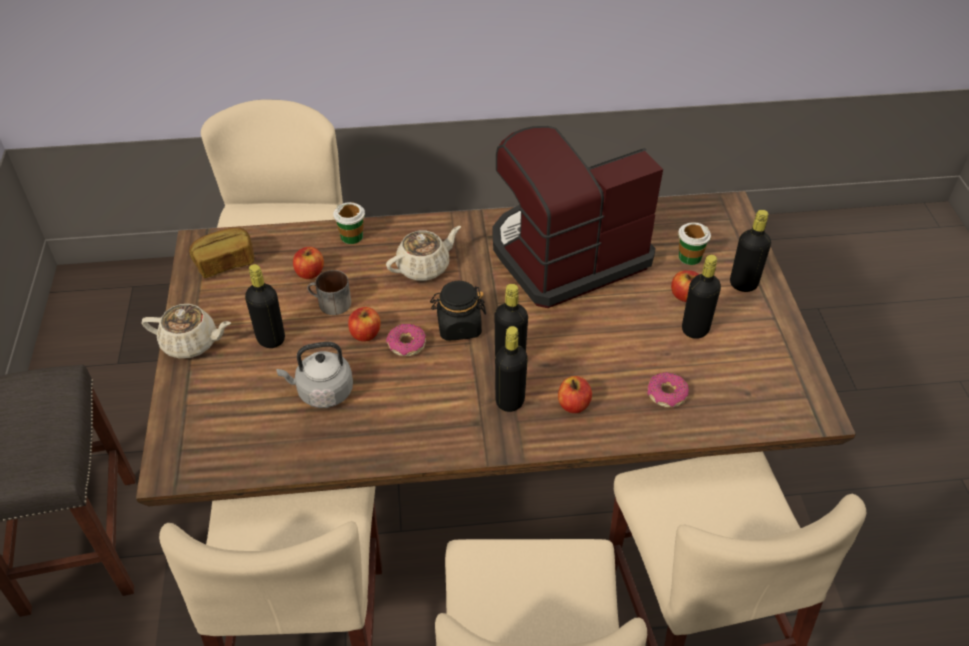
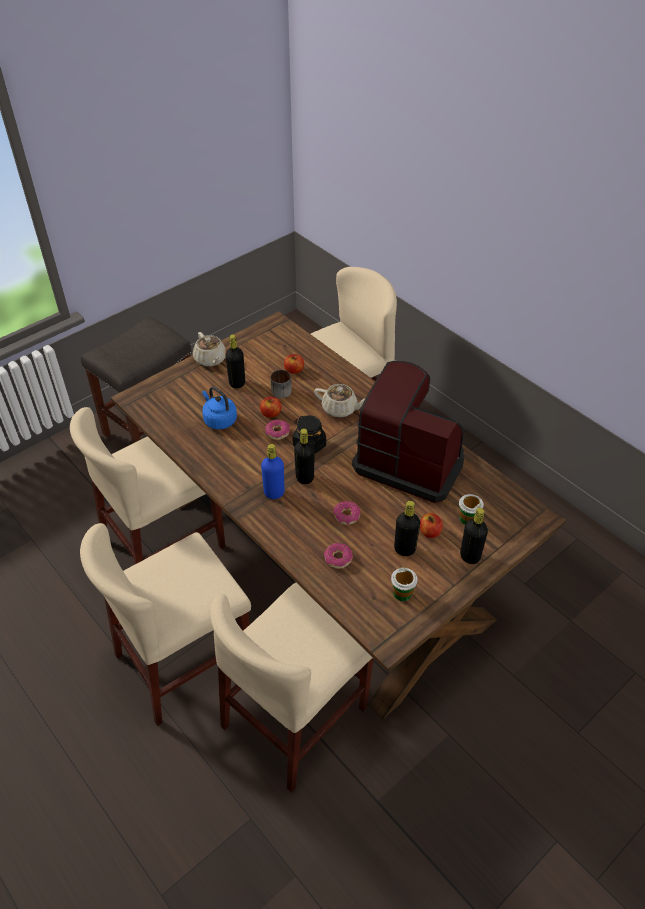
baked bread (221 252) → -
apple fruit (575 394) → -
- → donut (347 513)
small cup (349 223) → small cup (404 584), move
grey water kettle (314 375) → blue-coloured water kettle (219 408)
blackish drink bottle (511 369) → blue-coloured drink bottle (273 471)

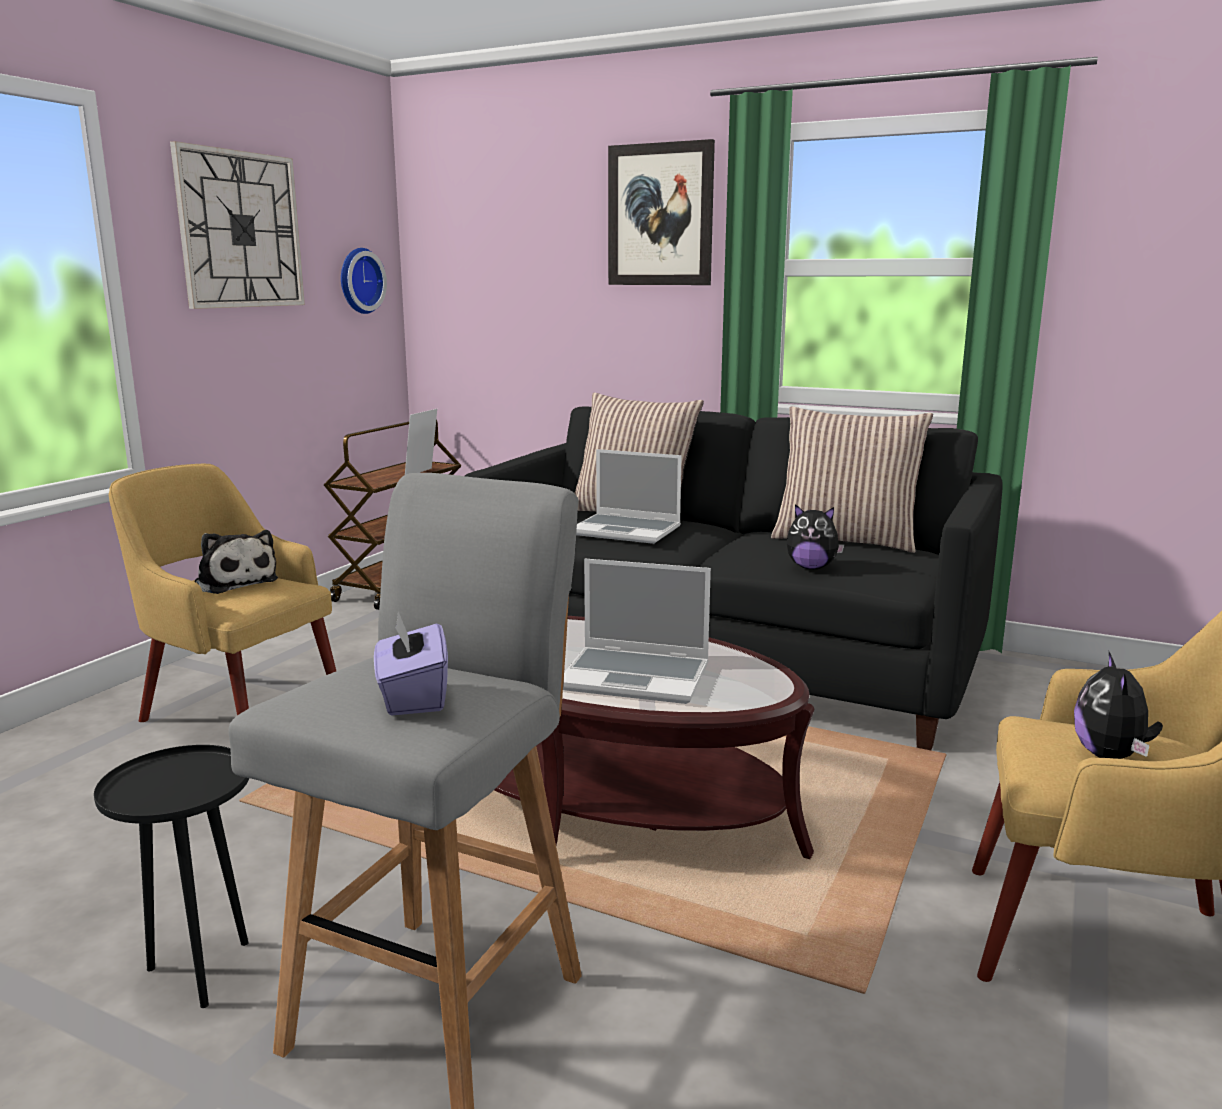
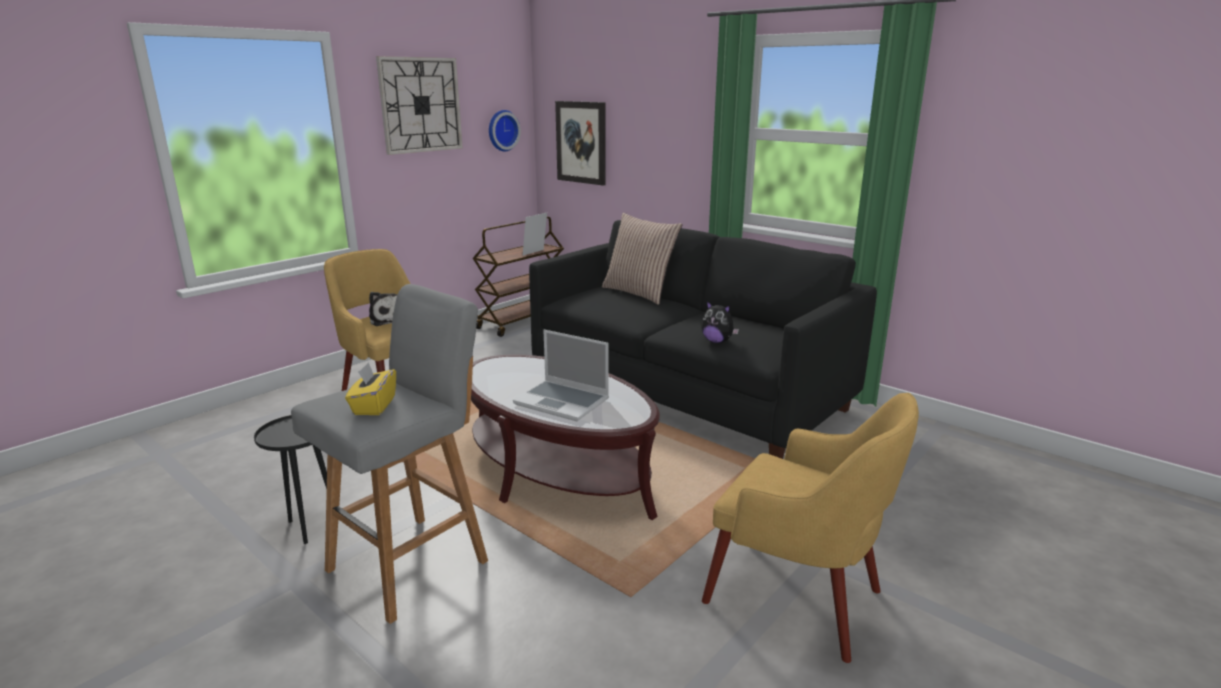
laptop (629 496) → -
pillow (852 479) → -
plush toy (1118 705) → -
wall art (661 212) → wall art (580 143), move
purplish tissue holder (411 664) → yellow-coloured tissue holder (370 388)

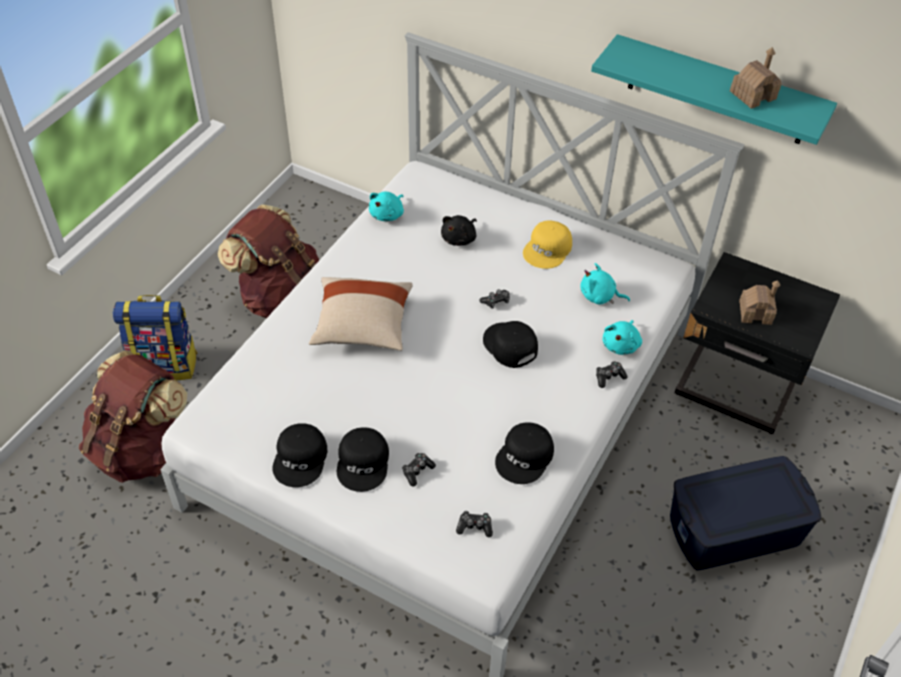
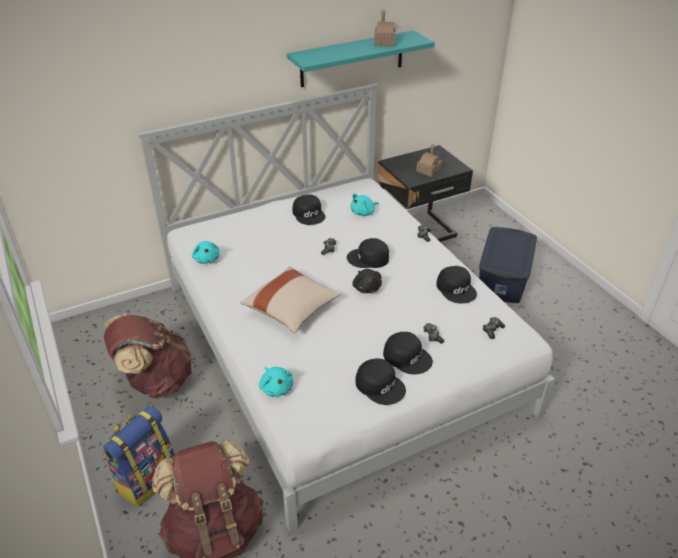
blackish plush toy (459 230) → blackish plush toy (367 281), move
blue-green plush toy (622 337) → blue-green plush toy (276 382), move
yellow-coloured cap (547 244) → blackish cap (309 209)

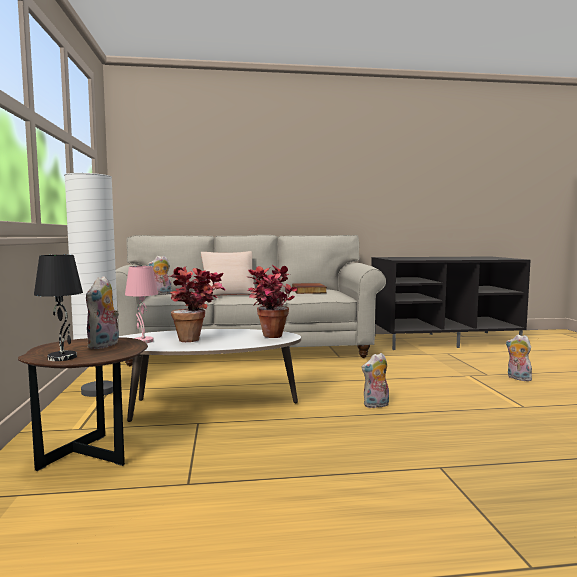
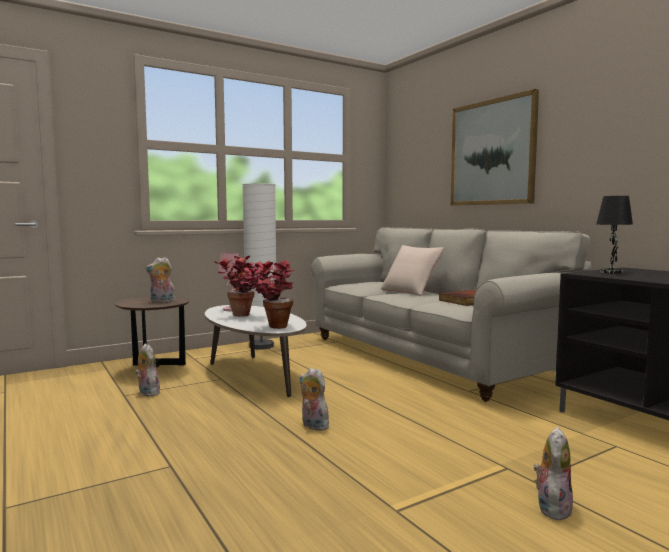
- → wall art (495 147)
blackish lamp for a table (58 308) → blackish lamp for a table (614 235), move
plush toy (159 275) → plush toy (147 370), move

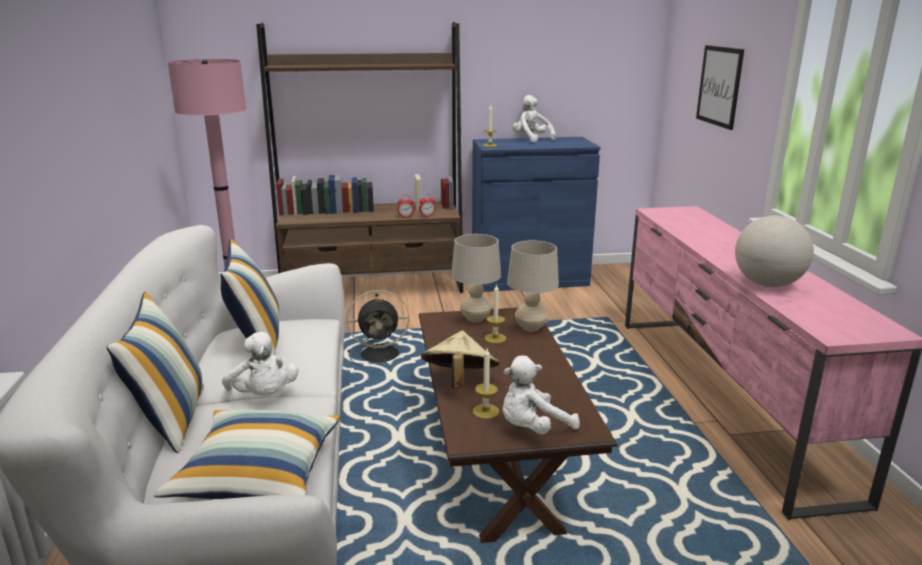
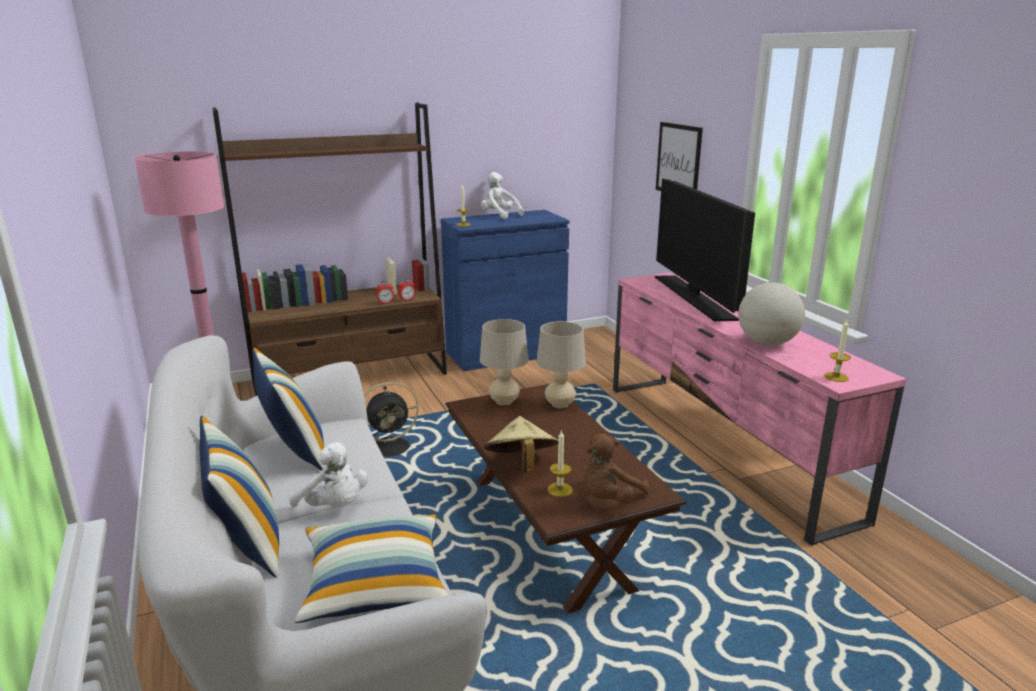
- → TV (705 249)
candle (495 313) → candle (837 351), move
whitish plush toy (541 395) → brownish plush toy (617 468)

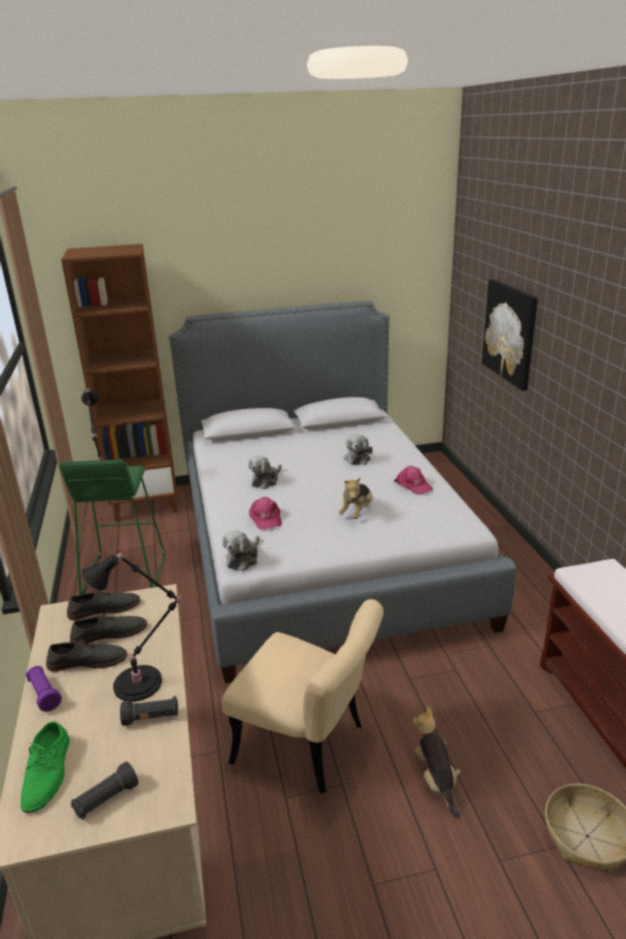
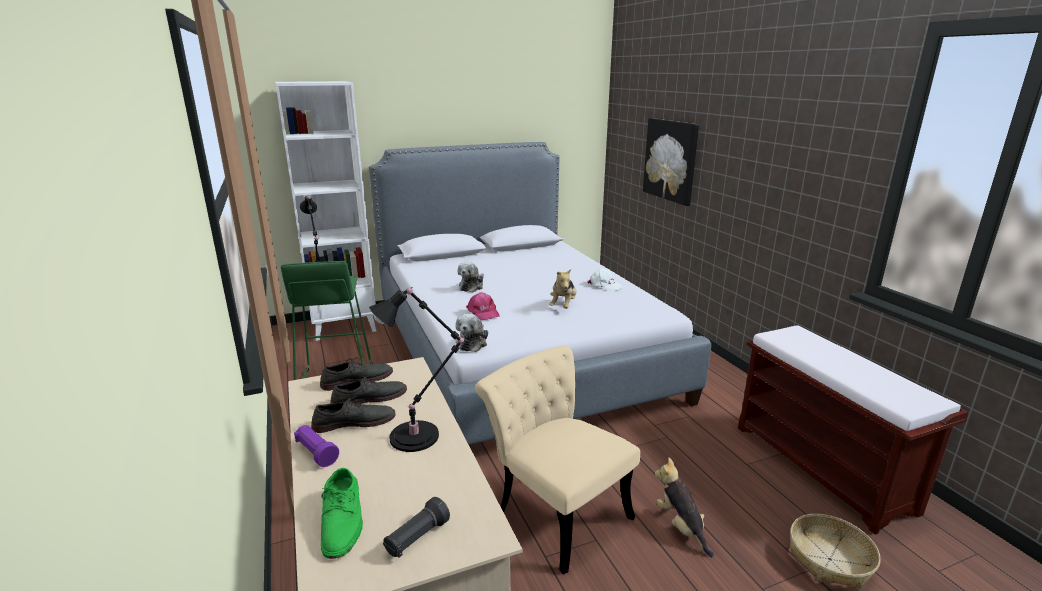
blackish torch (149 711) → -
plush toy (358 449) → -
brownish bookshelf (119 383) → whitish bookshelf (325 211)
pinkish cap (413 480) → whitish cap (605 279)
beige-coloured plain chair (303 696) → beige-coloured plain chair (557 459), 150 degrees counterclockwise

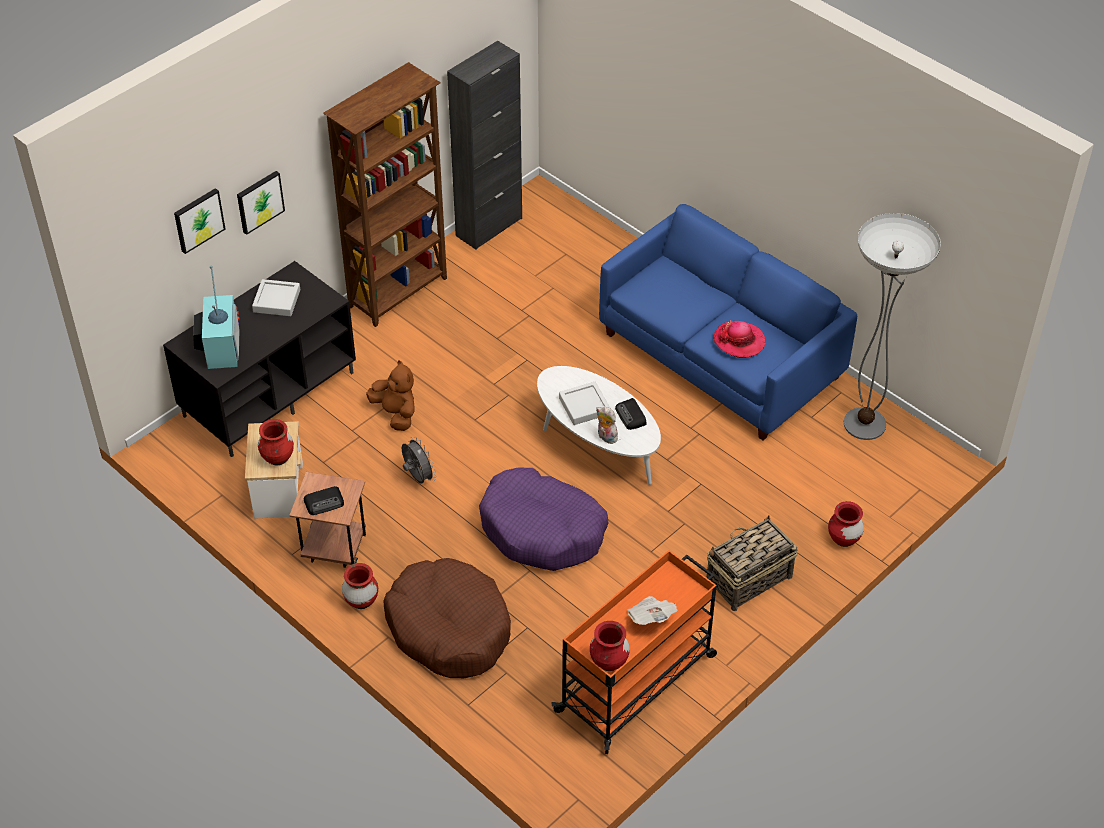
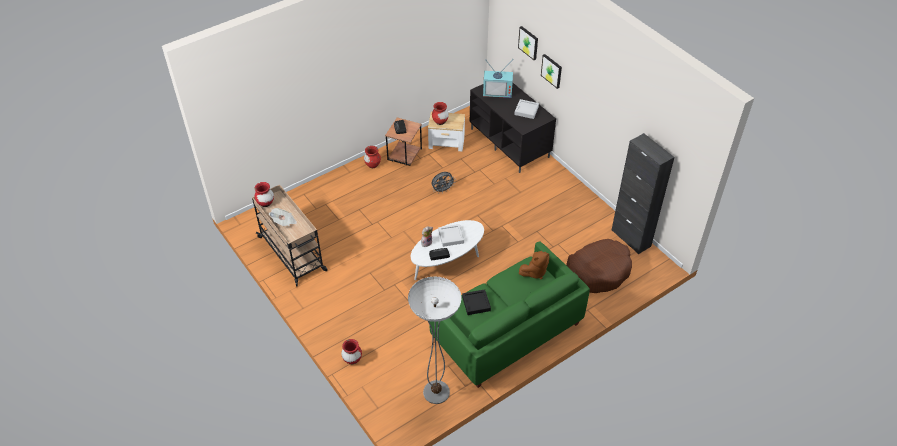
brownish bookshelf (385 194) → -
purplish pet bed (544 519) → -
storage basket (752 563) → -
brownish plush toy (390 395) → brownish plush toy (534 265), move
brownish pet bed (447 618) → brownish pet bed (599 266), move
hat (739 339) → blackish serving tray (476 302)
orange-coloured trolley (634 652) → beige-coloured trolley (290 236)
blue-coloured couch (728 322) → greenish couch (510 314)

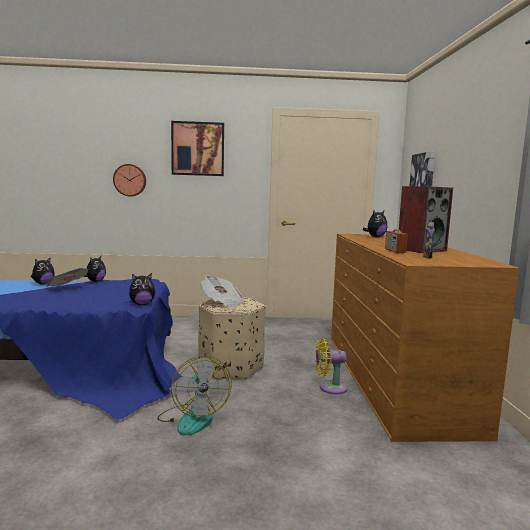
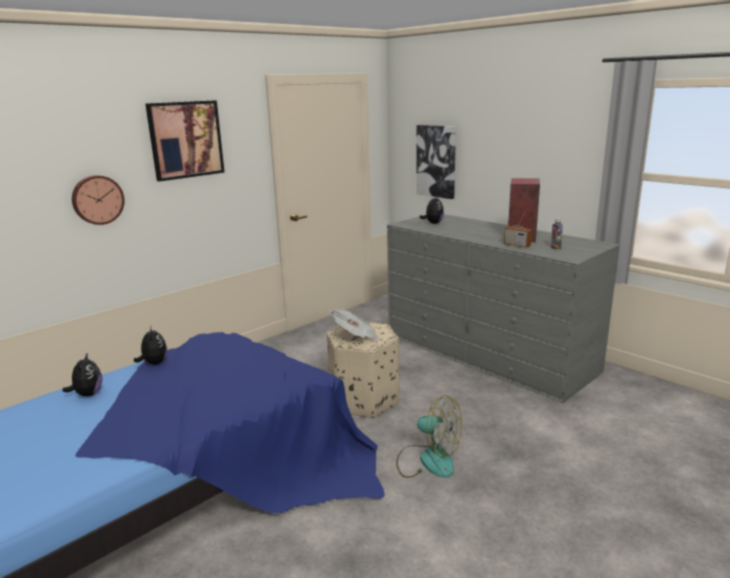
newspaper (68 277) → -
plush toy (142 289) → -
yellow-coloured electric fan (331 366) → -
brownish drawer chest (425 338) → grey drawer chest (503 308)

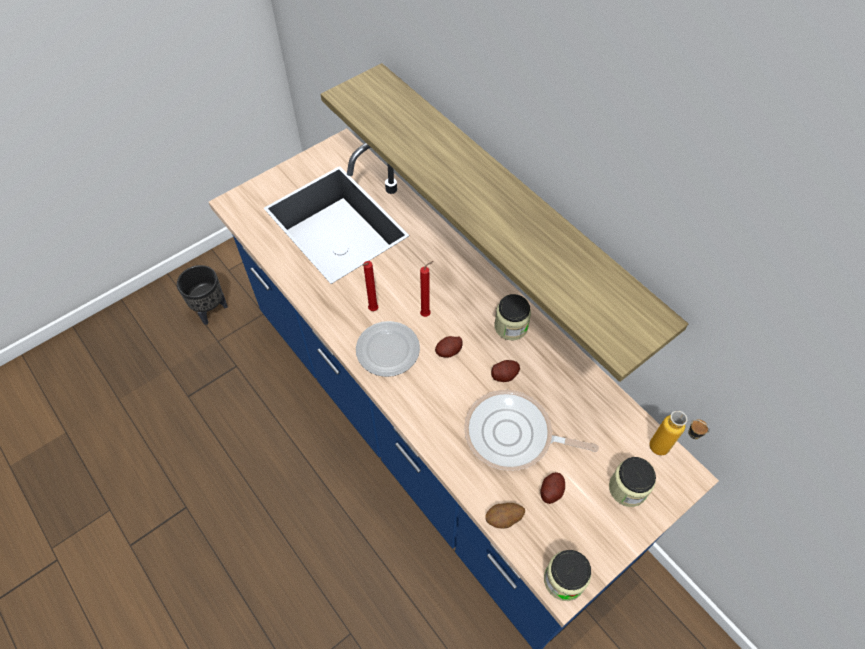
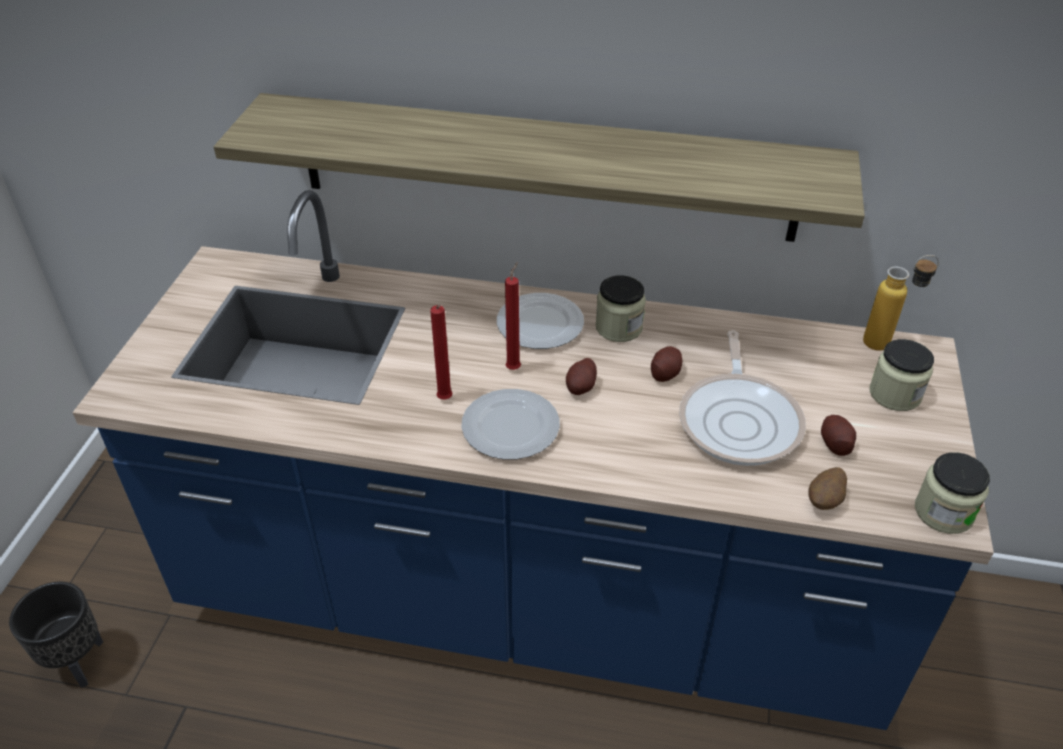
- → dinner plate (540 321)
skillet (531 430) → skillet (742 398), 60 degrees counterclockwise

